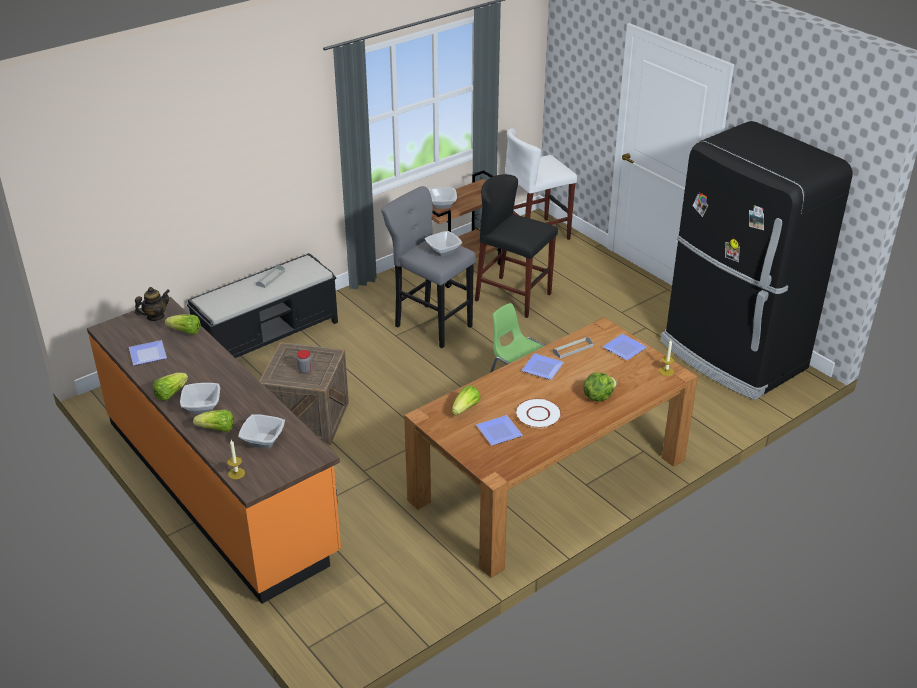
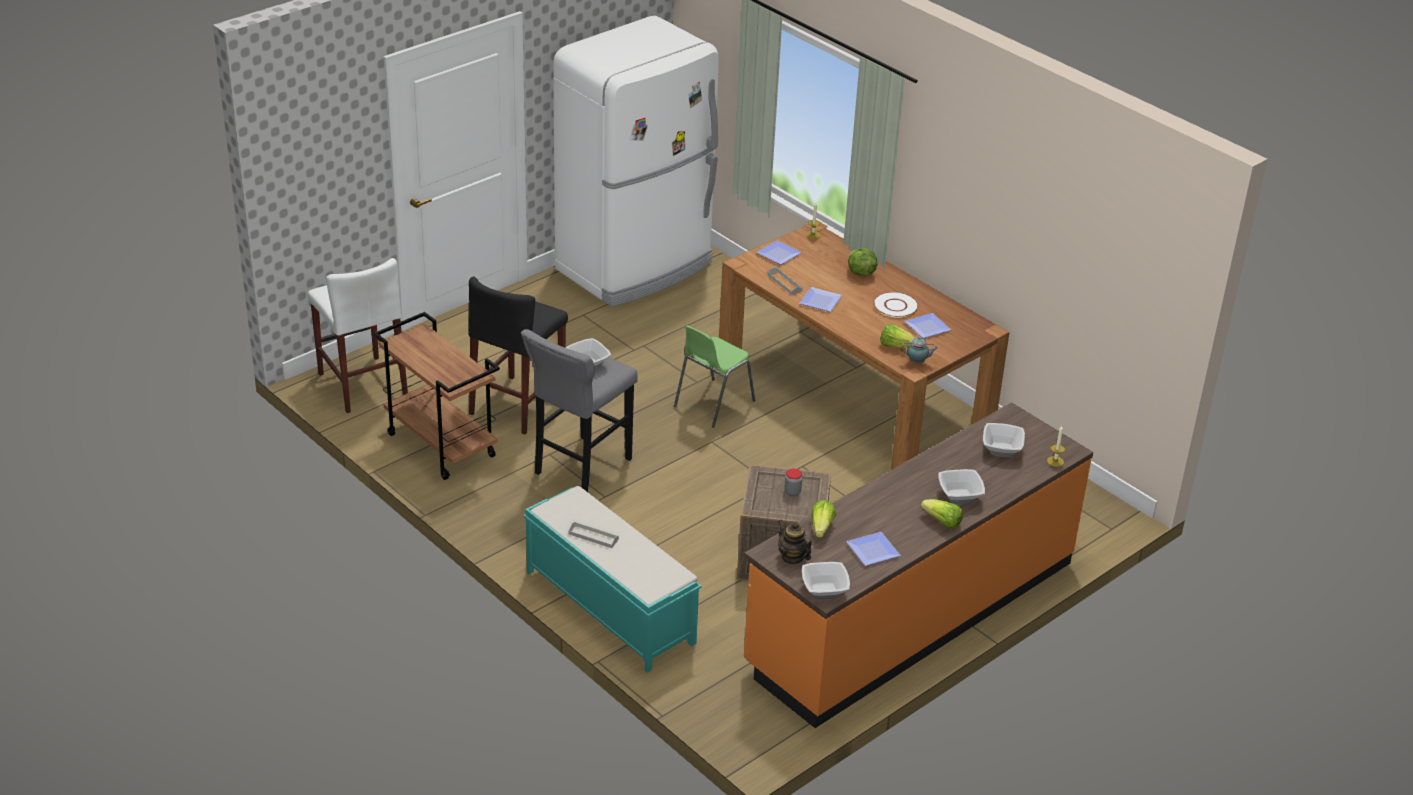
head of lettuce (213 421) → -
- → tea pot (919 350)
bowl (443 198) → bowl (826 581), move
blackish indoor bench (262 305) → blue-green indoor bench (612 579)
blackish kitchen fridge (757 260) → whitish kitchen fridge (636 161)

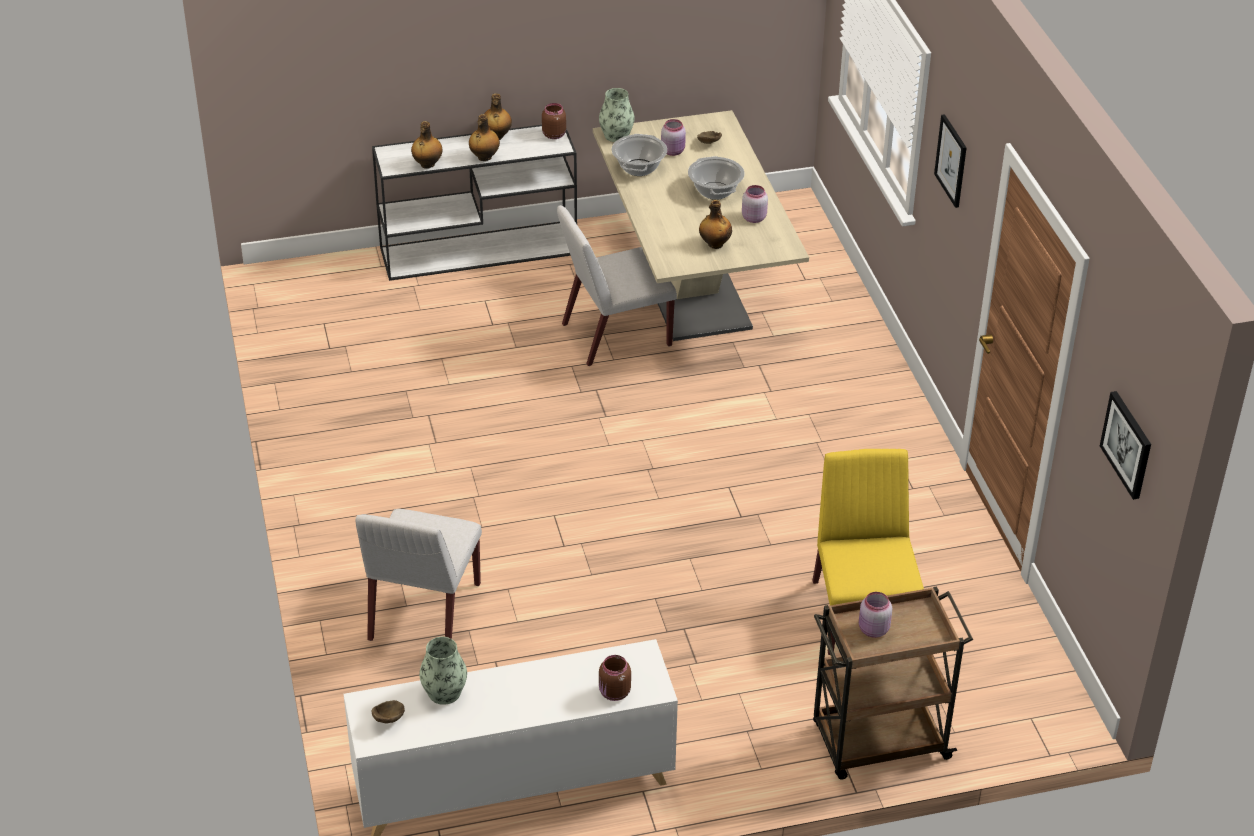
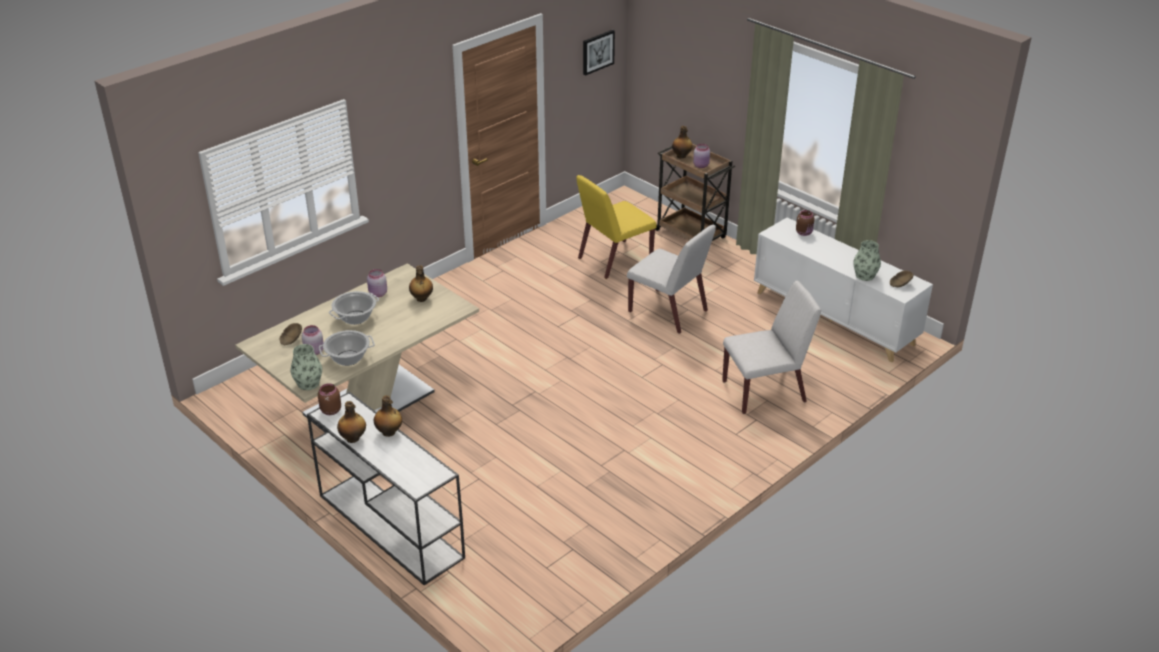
wall art (950 161) → -
drink bottle (426 145) → drink bottle (682 142), move
whitish plain chair (617 285) → whitish plain chair (671 279), move

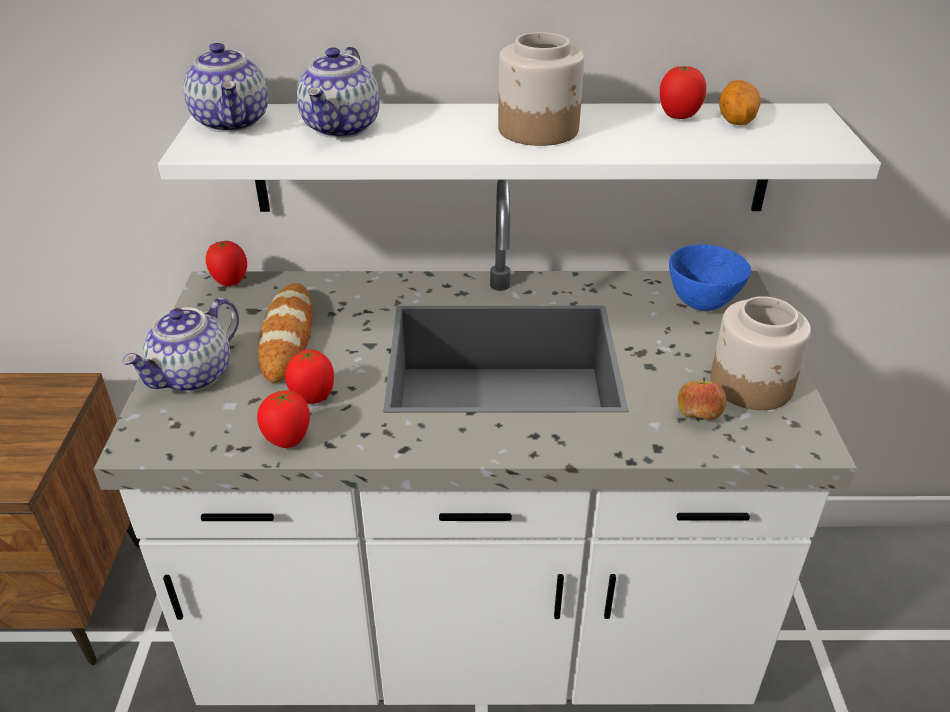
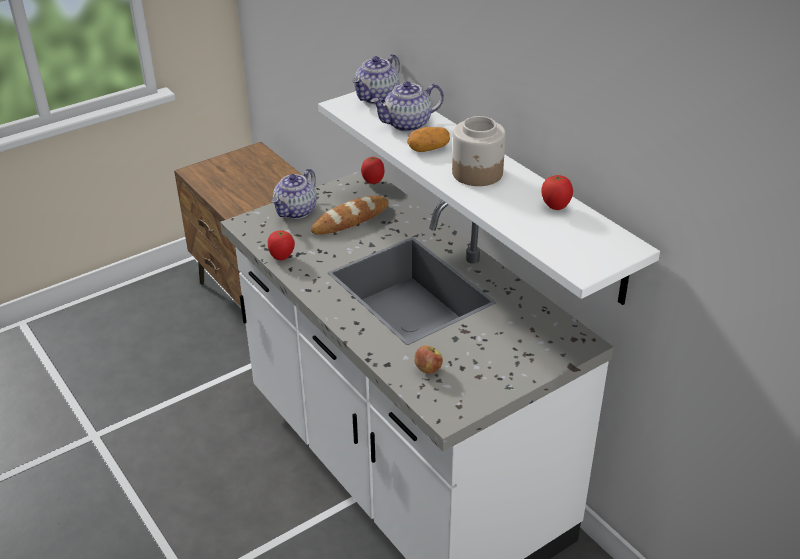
fresh tomato (309 376) → -
blue-coloured bowl (710 277) → -
storage jar (760 353) → -
potato (740 102) → potato (428 139), move
tea pot (180 345) → tea pot (294 194), 60 degrees counterclockwise

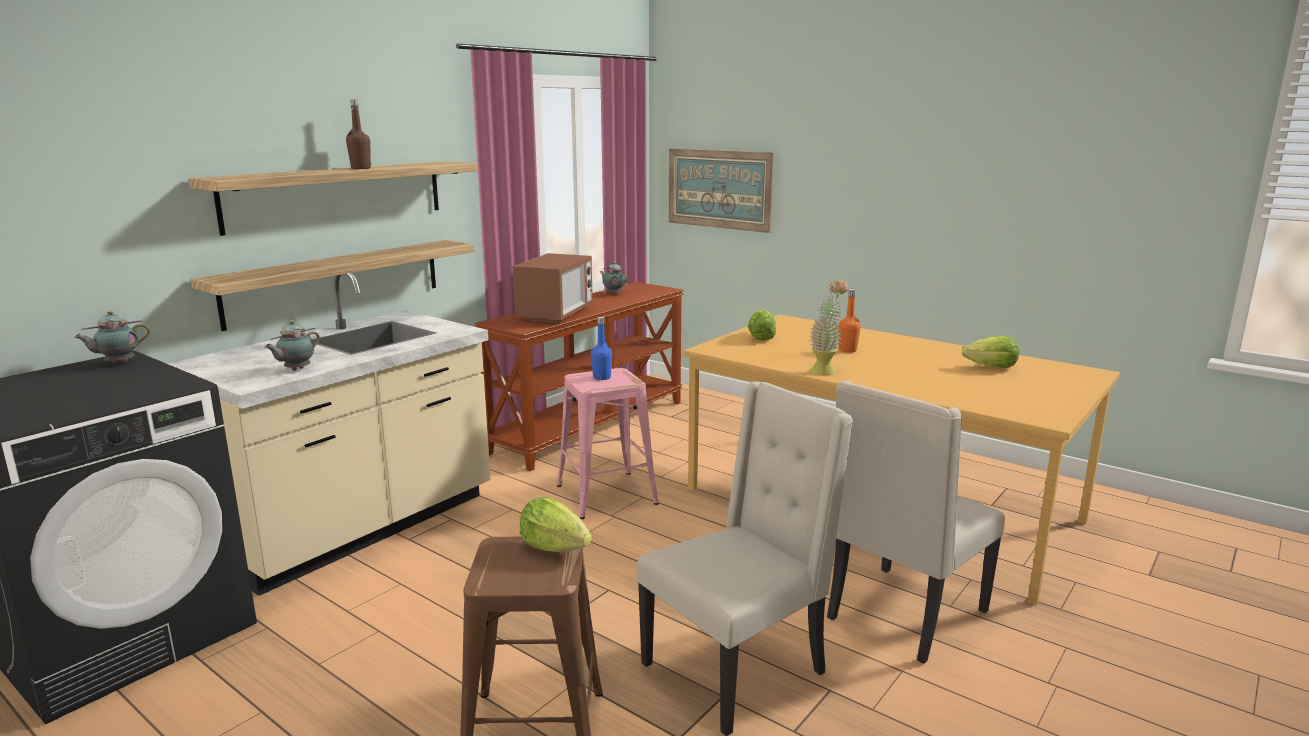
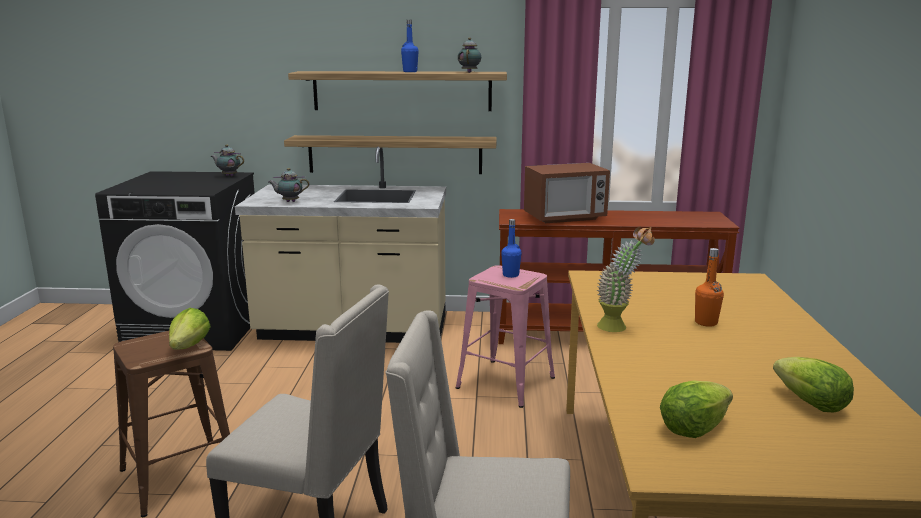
wall art (722 190) → -
tea pot (613 278) → tea pot (469 55), move
head of lettuce (762 325) → head of lettuce (696 409), move
brownish drink bottle (358 134) → blue-coloured drink bottle (409 46)

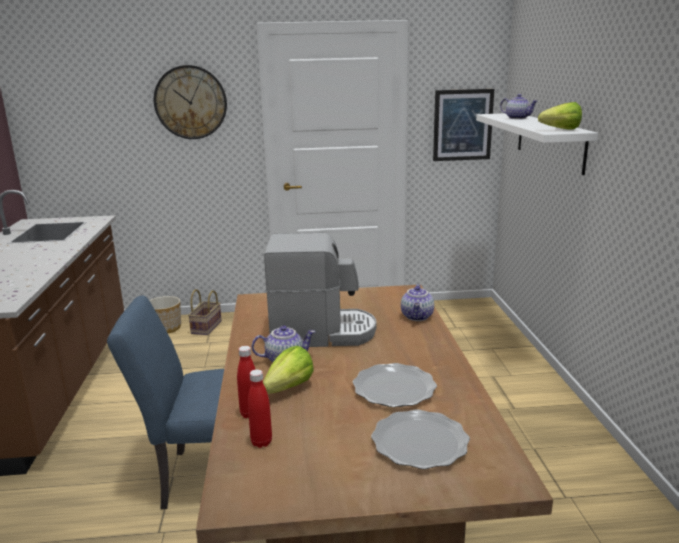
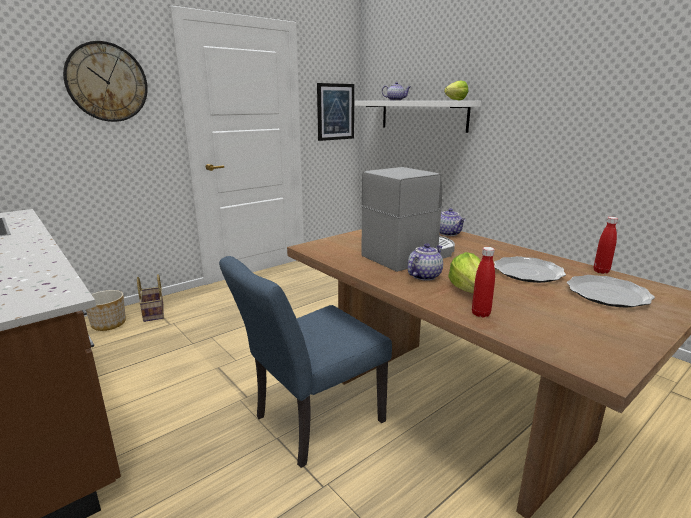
reddish drink bottle (260 408) → reddish drink bottle (606 245), move

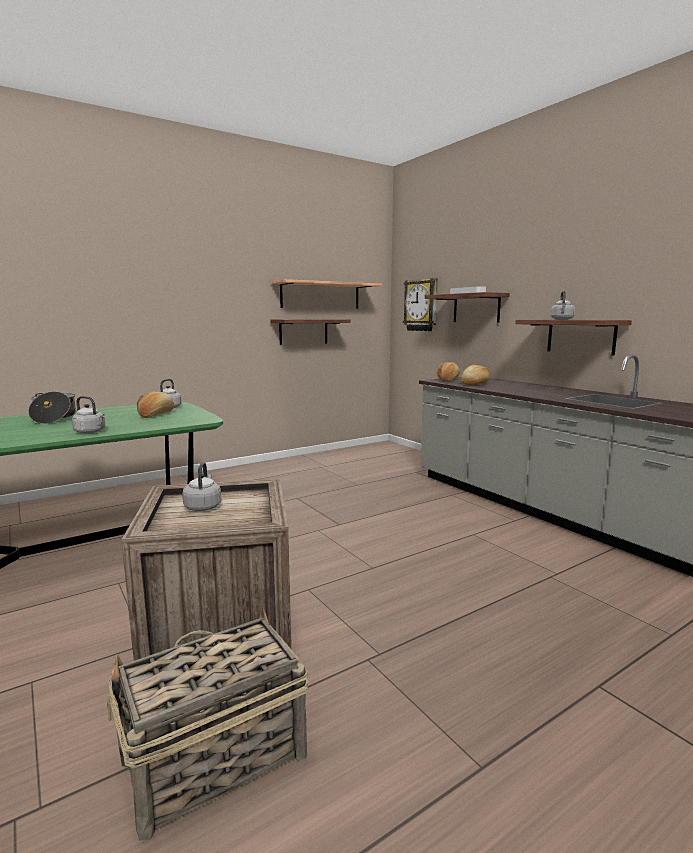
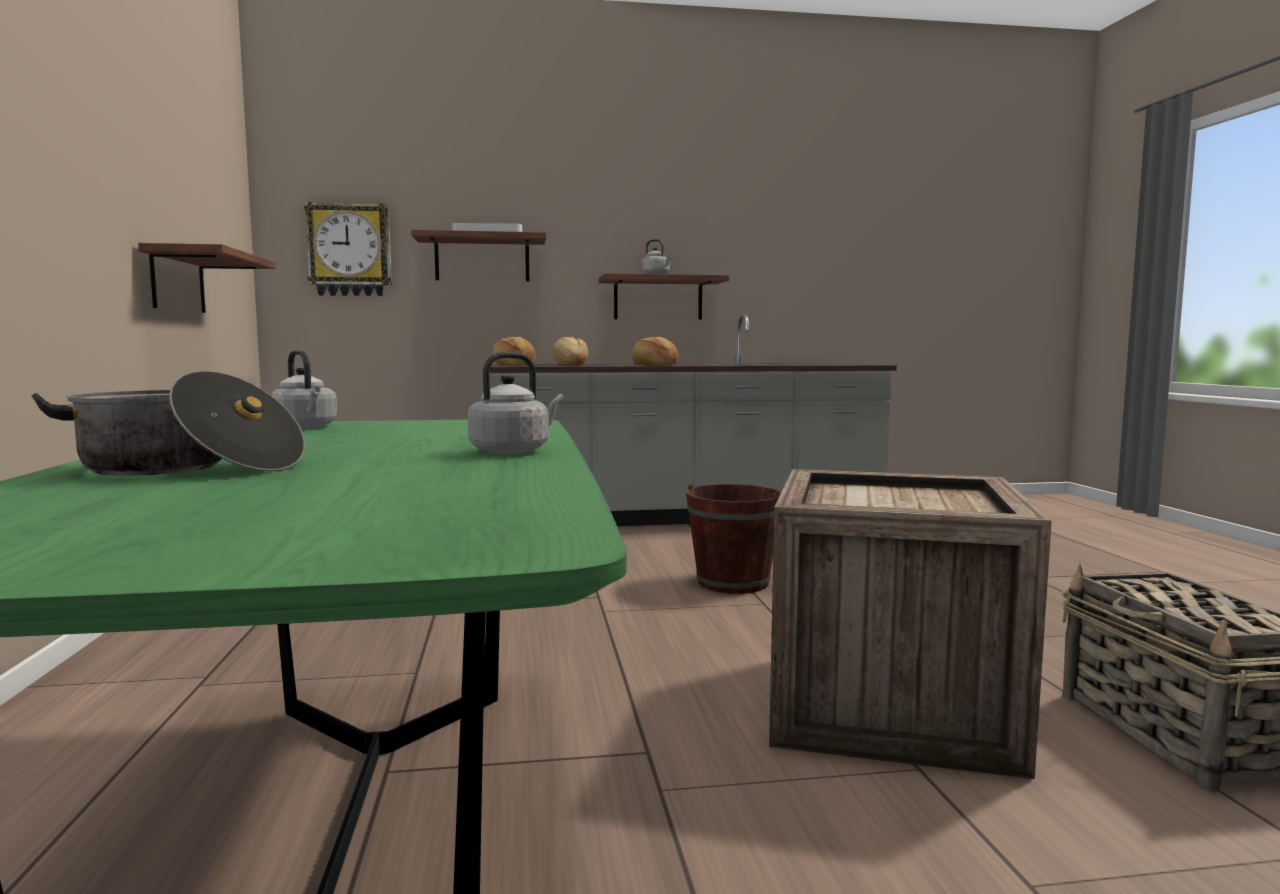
grey water kettle (201 486) → -
bracket shelf (326 294) → -
- → brownish water bucket (734 539)
baked bread (155 405) → baked bread (655 351), move

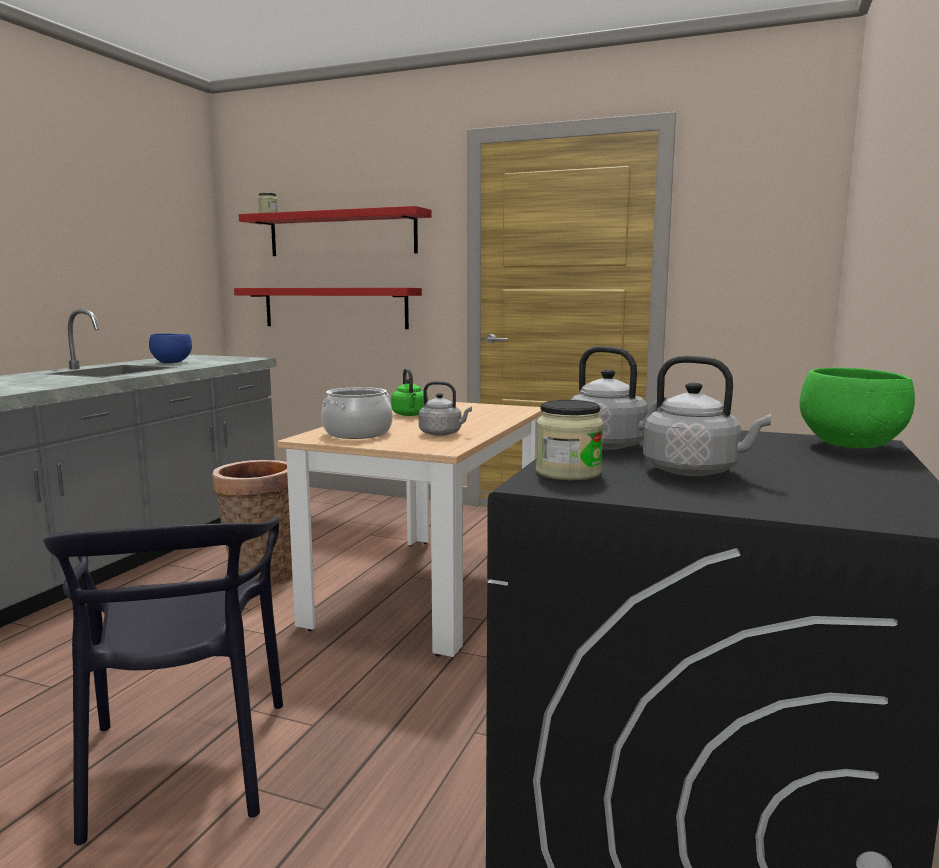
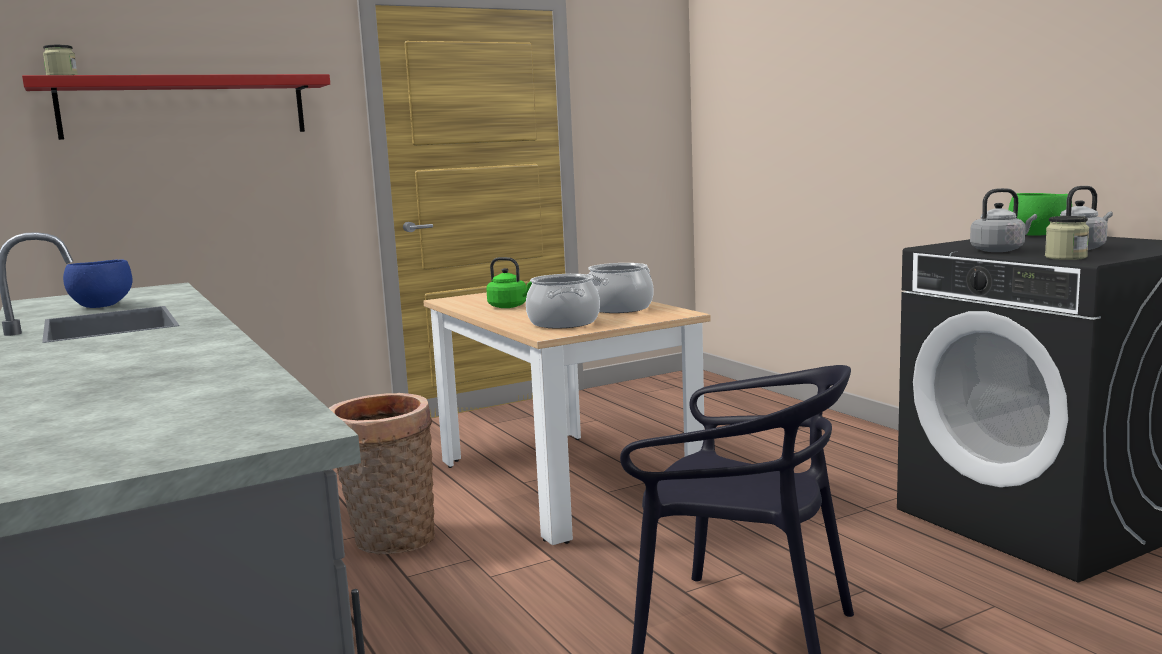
reddish bracket shelf (328 308) → -
grey water kettle (445 408) → saucepot (620 288)

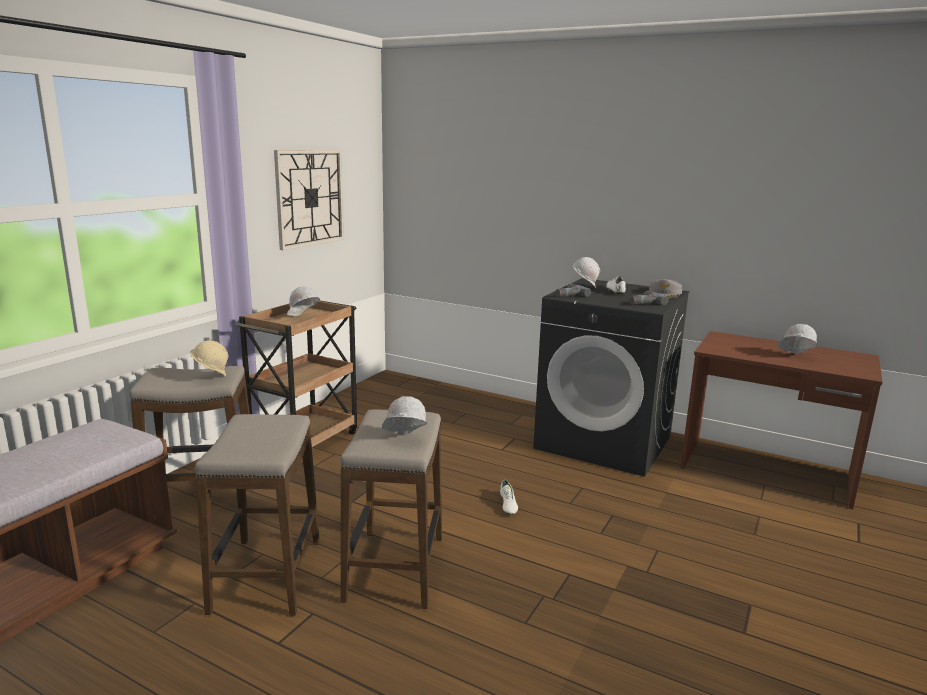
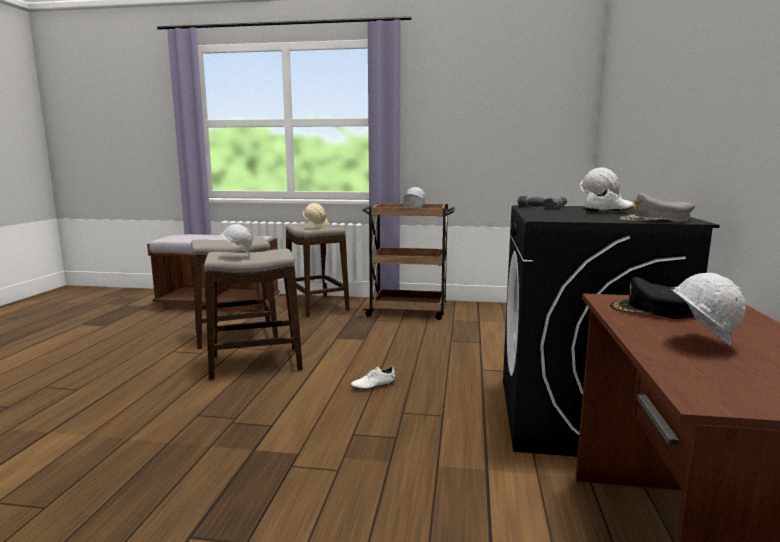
hanging clock (309 200) → -
electric drill (649 298) → -
- → blackish cap (652 298)

